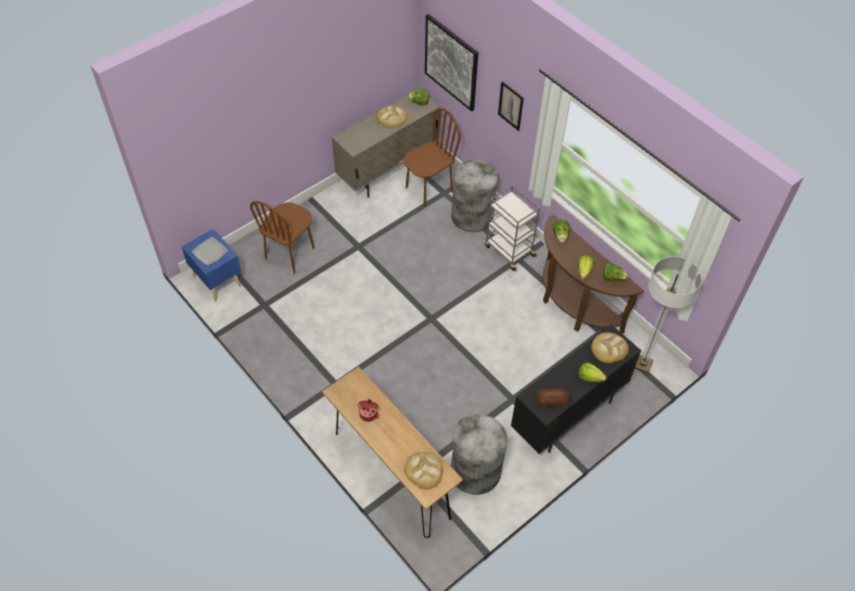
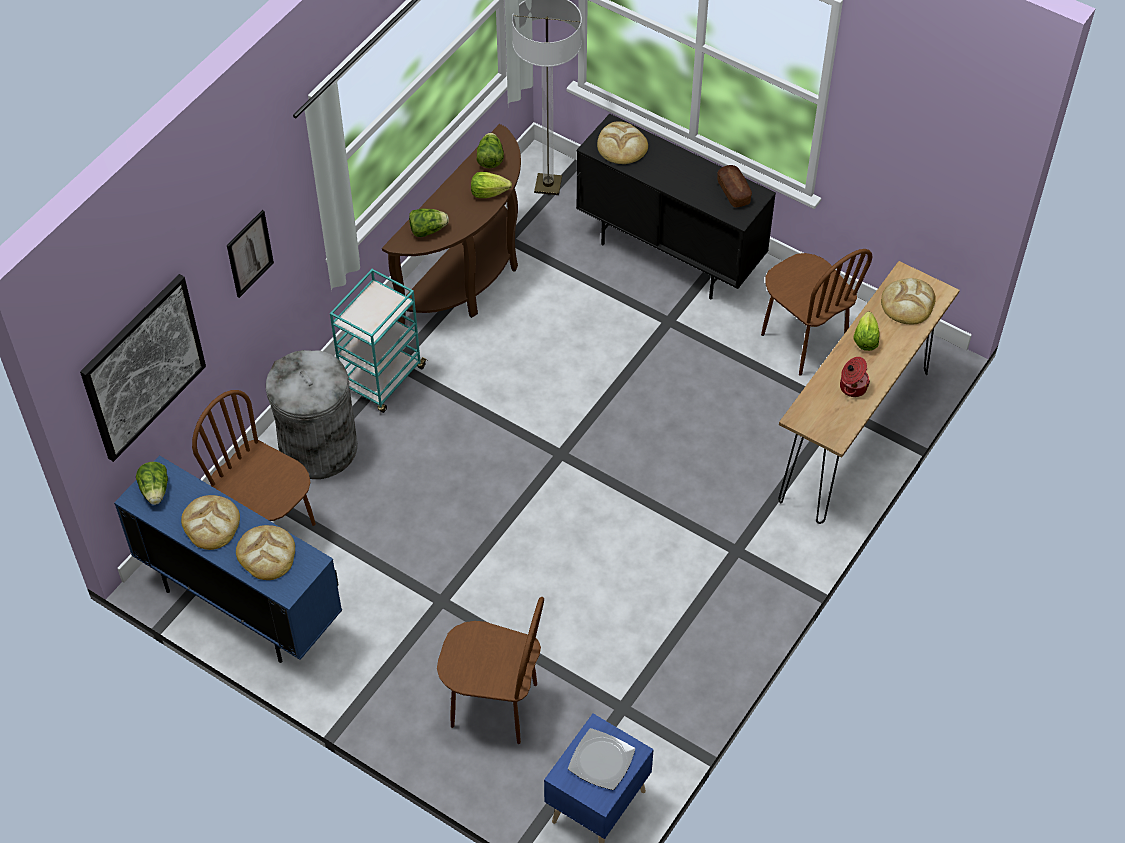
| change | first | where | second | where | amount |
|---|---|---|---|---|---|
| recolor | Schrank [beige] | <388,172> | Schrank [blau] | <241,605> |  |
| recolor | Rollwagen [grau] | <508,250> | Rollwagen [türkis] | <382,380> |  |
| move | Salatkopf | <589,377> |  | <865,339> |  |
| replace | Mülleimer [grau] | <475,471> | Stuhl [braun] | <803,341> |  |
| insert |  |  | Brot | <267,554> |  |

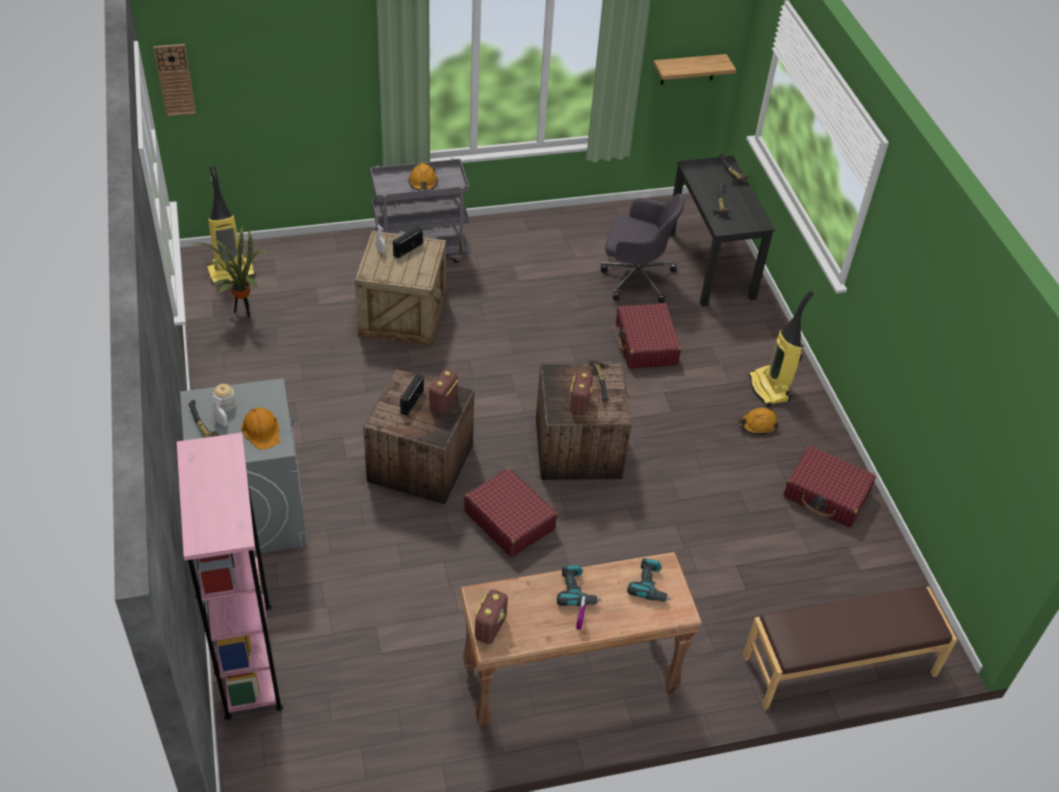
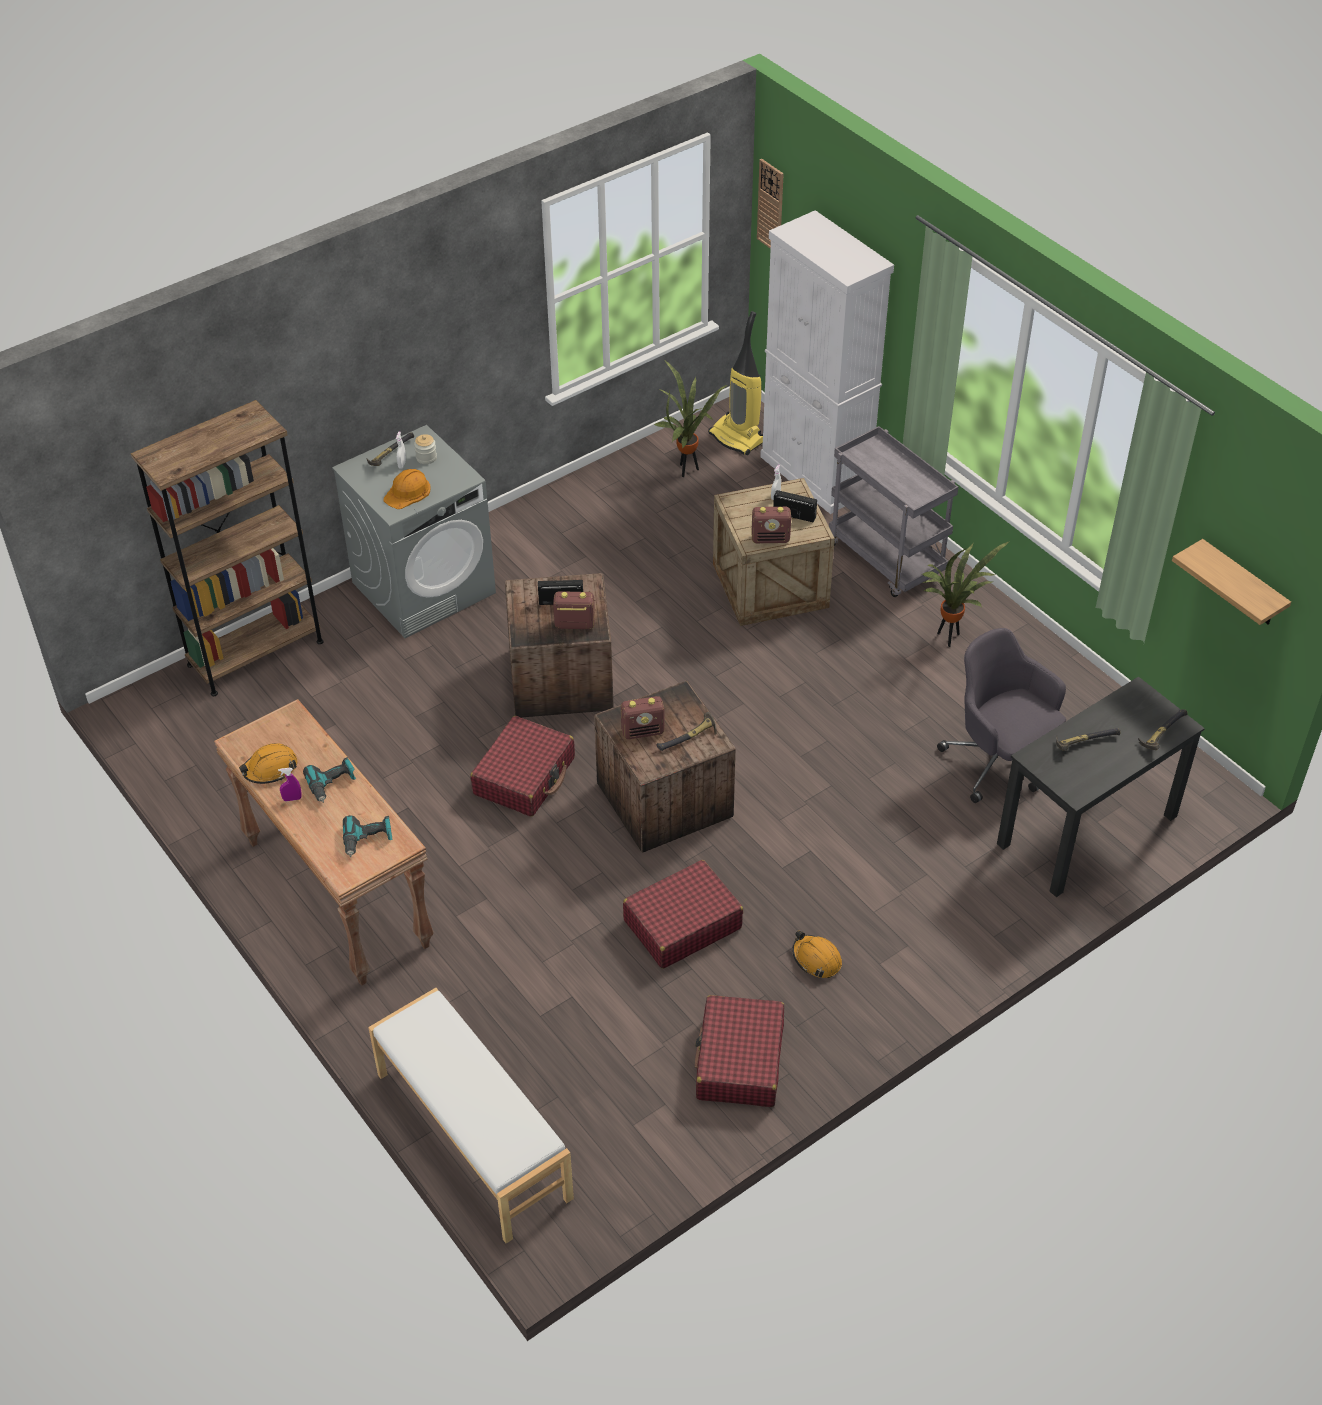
| change | first | where | second | where | amount |
|---|---|---|---|---|---|
| move | Schutzhelm [orange] | <423,182> |  | <270,769> |  |
| rotate | Bürostuhl [grau] | <635,277> |  | <999,762> | 150 degrees clockwise |
| delete | Staubsauger | <770,388> |  |  |  |
| move | Koffer [rot] | <645,344> |  | <682,924> |  |
| recolor | Bücherregal [rosa] | <248,660> | Bücherregal [braun] | <255,653> |  |
| recolor | Bank [braun] | <840,666> | Bank [weiß] | <472,1136> |  |
| move | Radio | <490,627> |  | <771,539> |  |
| insert |  |  | Schrank [weiß] | <815,474> |  |
| insert |  |  | Topfpflanze | <950,638> |  |

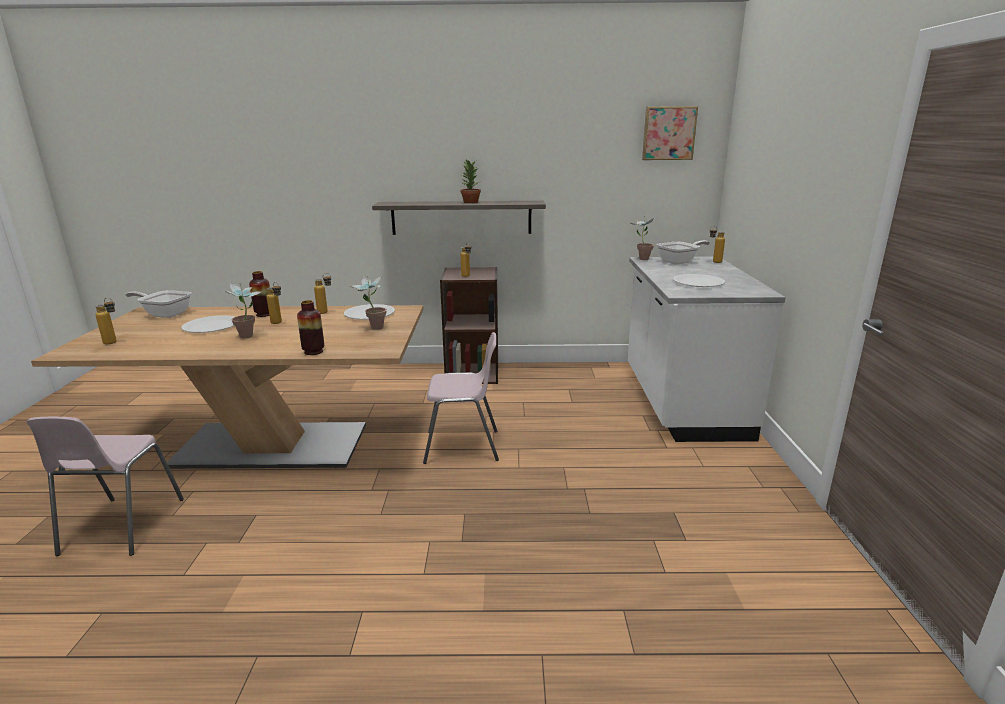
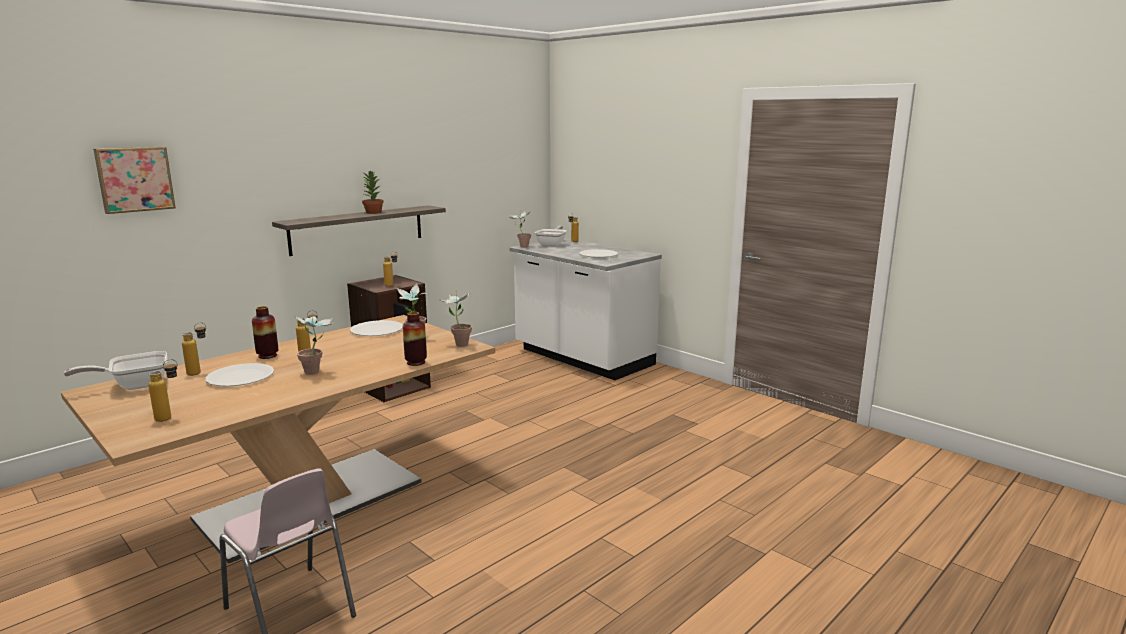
| change | first | where | second | where | amount |
|---|---|---|---|---|---|
| move | Bild | <668,133> |  | <134,179> |  |
| move | Flasche | <326,313> |  | <199,372> |  |
| delete | Stuhl [rosa] | <463,447> |  |  |  |
| insert |  |  | Topfpflanze | <458,343> |  |

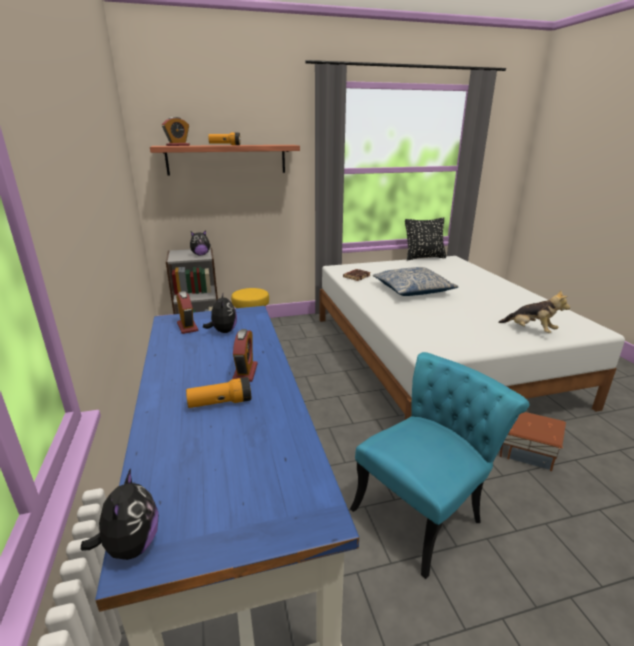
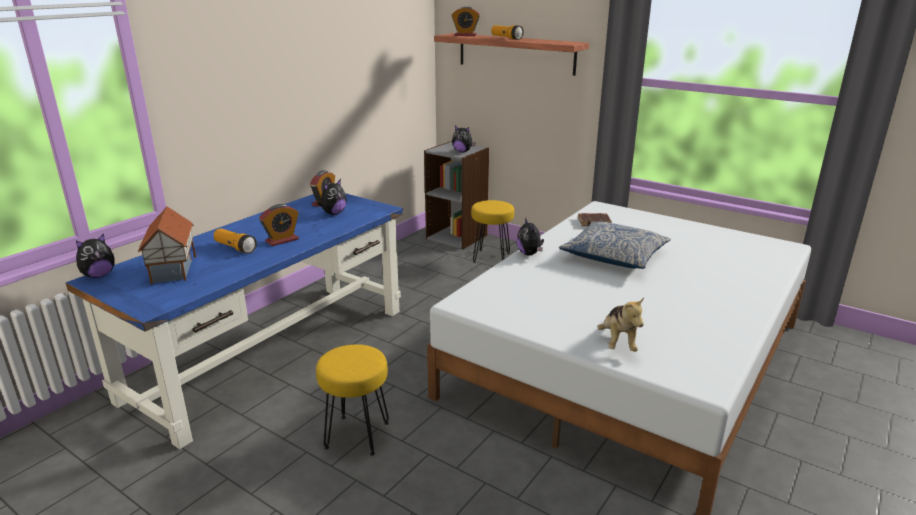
| change | first | where | second | where | amount |
|---|---|---|---|---|---|
| delete | Kissen [schwarz] | <424,257> |  |  |  |
| replace | Stuhl [türkis] | <424,509> | Hocker [gelb] | <357,435> |  |
| move | Spielzeughaus | <524,453> |  | <175,269> |  |
| insert |  |  | Plüschtier | <529,254> |  |

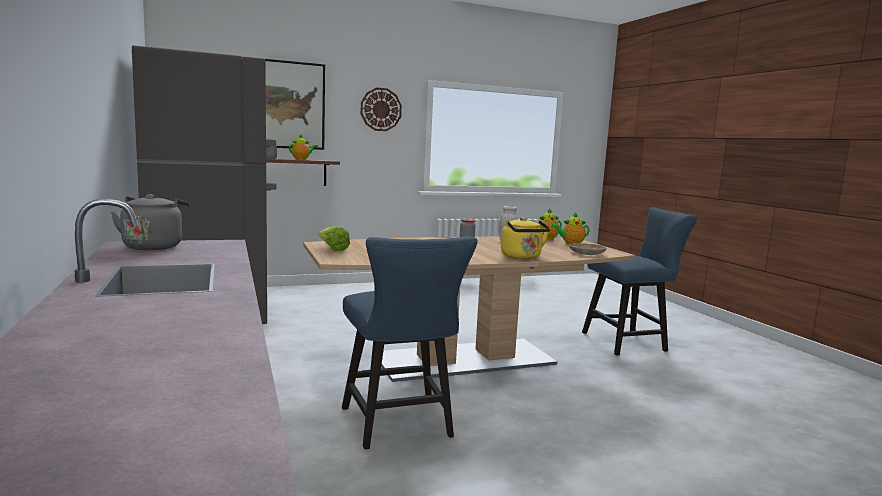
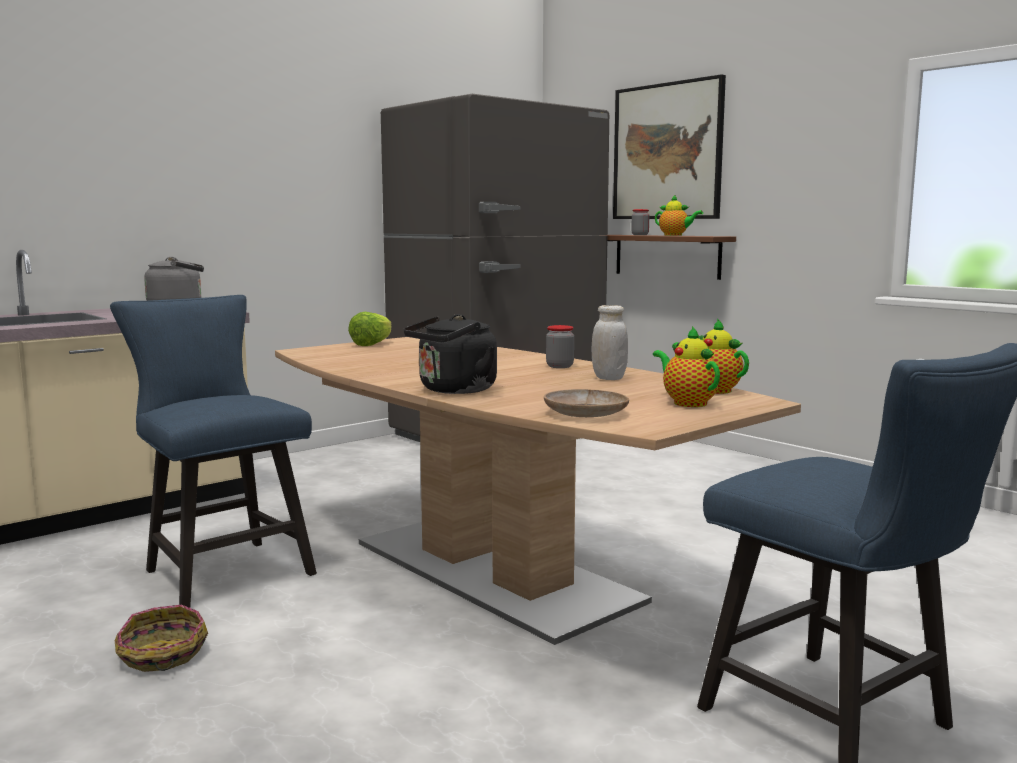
| change | first | where | second | where | amount |
|---|---|---|---|---|---|
| delete | Wanduhr | <381,109> |  |  |  |
| recolor | Wasserkessel [gelb] | <522,257> | Wasserkessel [schwarz] | <454,390> |  |
| rotate | Stuhl [blau] | <400,426> |  | <222,570> | 90 degrees clockwise |
| insert |  |  | Korb | <162,655> |  |

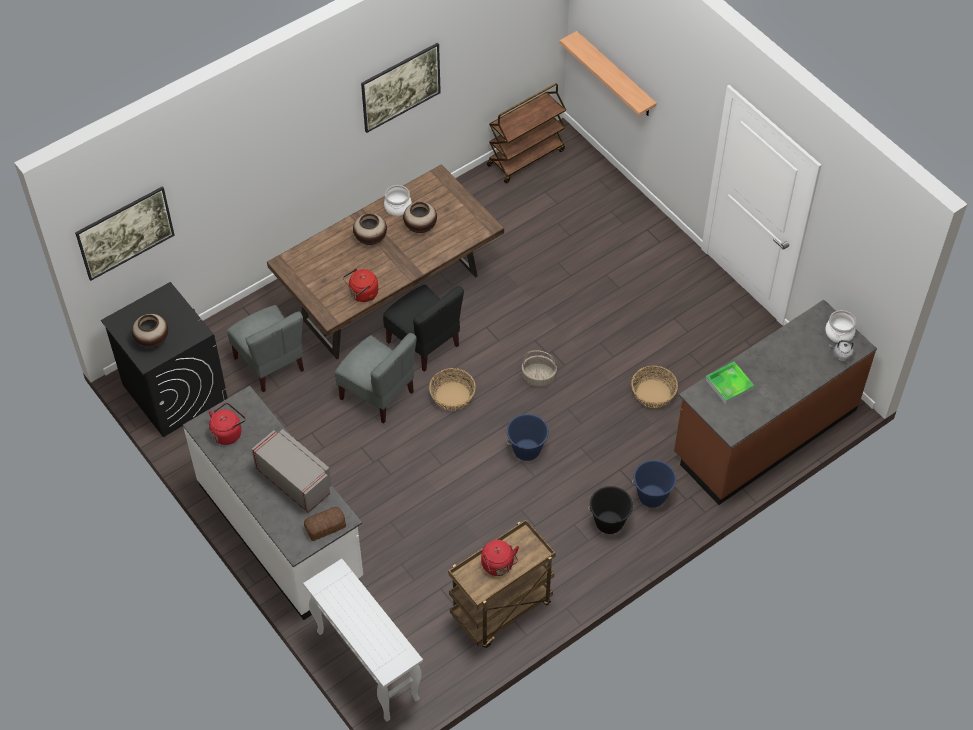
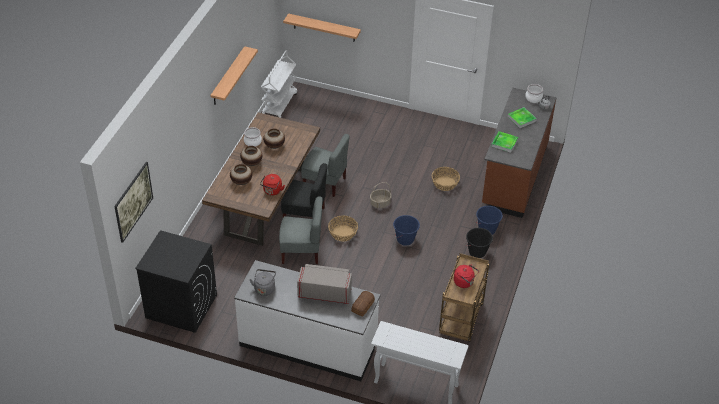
| change | first | where | second | where | amount |
|---|---|---|---|---|---|
| replace | Bild | <401,99> | Wandregal | <228,77> |  |
| recolor | Rollwagen [braun] | <526,157> | Rollwagen [weiß] | <279,104> |  |
| move | Stuhl [grau] | <270,364> |  | <325,183> |  |
| move | Vase | <153,340> |  | <241,182> |  |
| recolor | Wasserkessel [rot] | <228,432> | Wasserkessel [grau] | <264,288> |  |
| insert |  |  | Tablett | <521,119> |  |

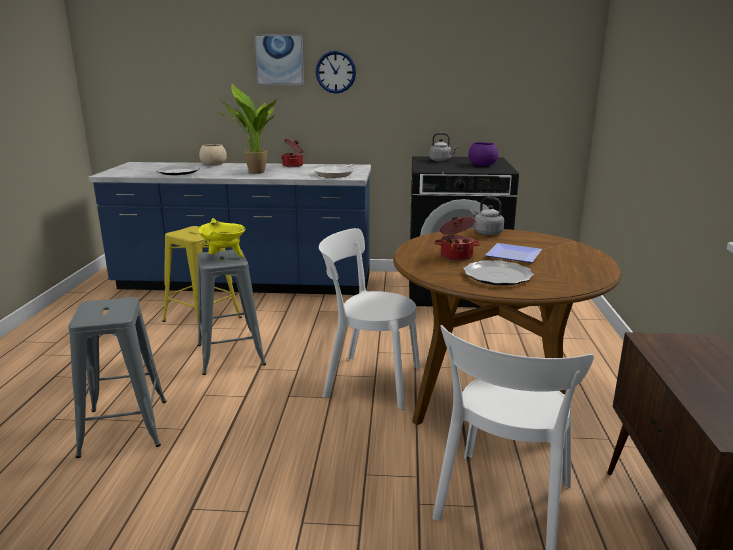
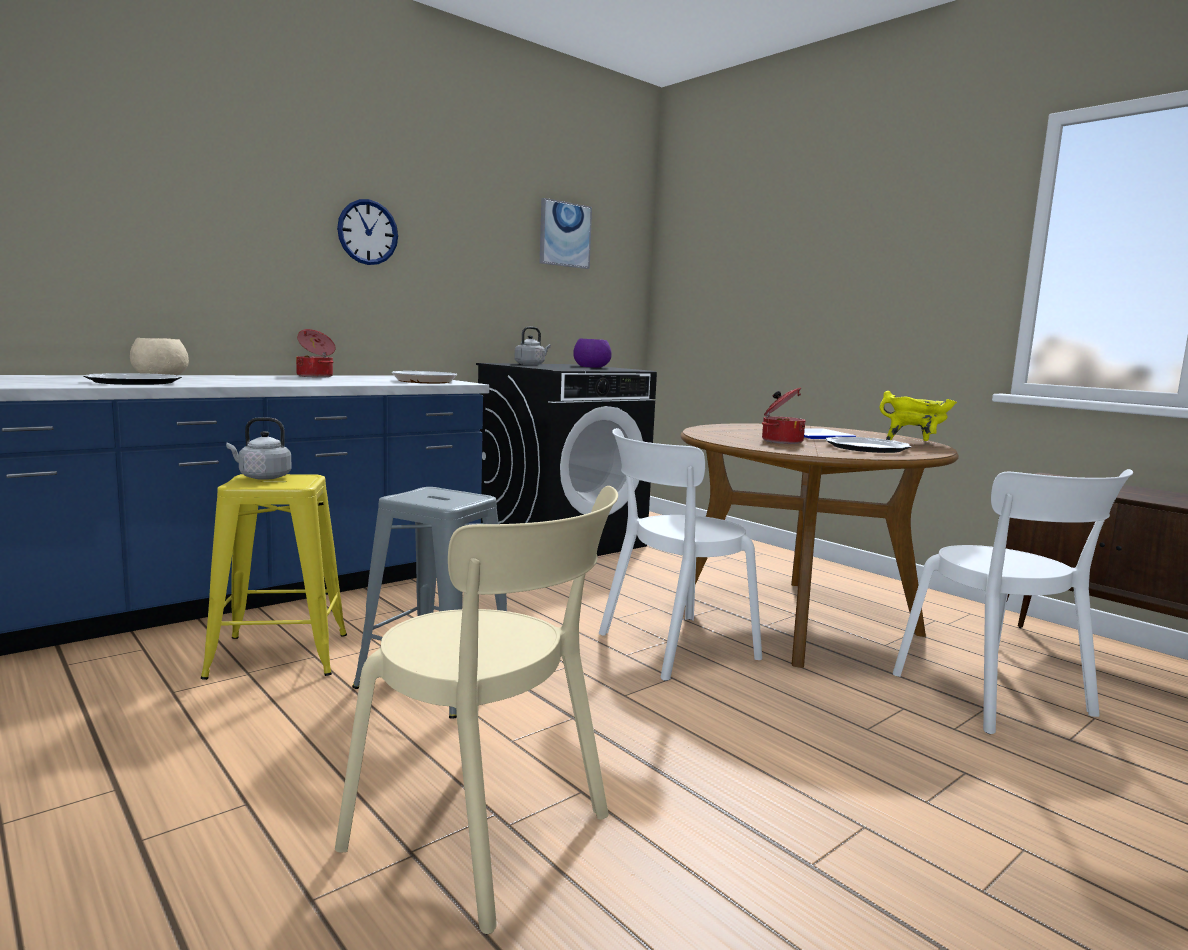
| change | first | where | second | where | amount |
|---|---|---|---|---|---|
| move | Bild | <279,60> |  | <564,234> |  |
| delete | Topfpflanze | <254,173> |  |  |  |
| move | Wasserkessel [grau] | <486,233> |  | <262,477> |  |
| move | Kochtopf [gelb] | <224,257> |  | <915,442> |  |
| replace | Hocker [grau] | <124,427> | Stuhl [beige] | <487,836> |  |

